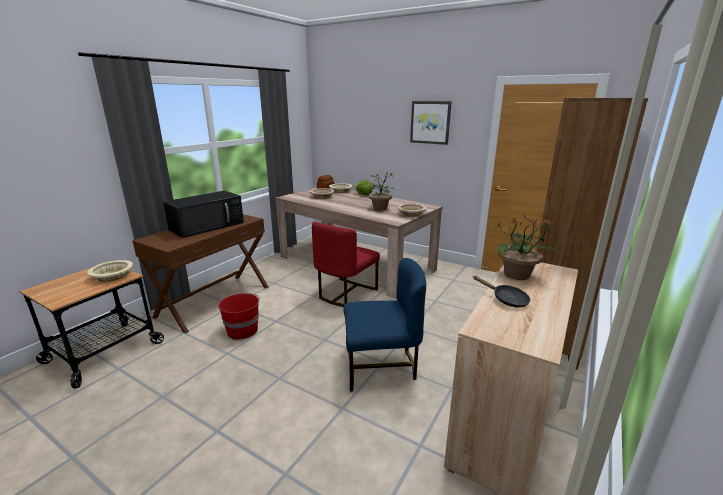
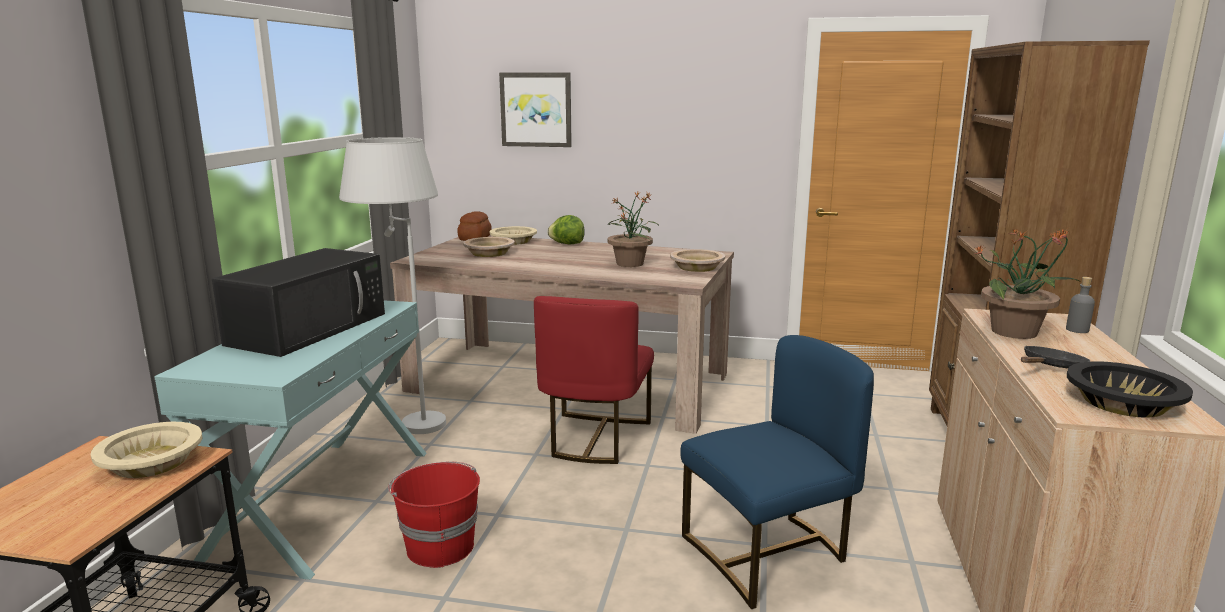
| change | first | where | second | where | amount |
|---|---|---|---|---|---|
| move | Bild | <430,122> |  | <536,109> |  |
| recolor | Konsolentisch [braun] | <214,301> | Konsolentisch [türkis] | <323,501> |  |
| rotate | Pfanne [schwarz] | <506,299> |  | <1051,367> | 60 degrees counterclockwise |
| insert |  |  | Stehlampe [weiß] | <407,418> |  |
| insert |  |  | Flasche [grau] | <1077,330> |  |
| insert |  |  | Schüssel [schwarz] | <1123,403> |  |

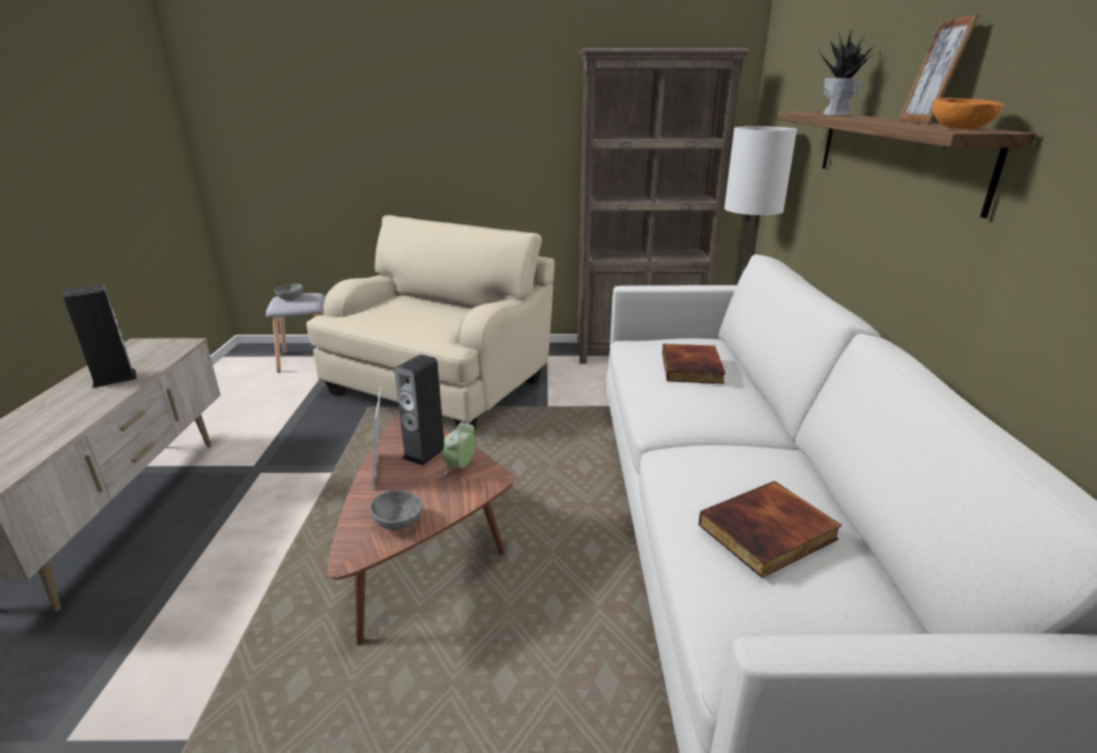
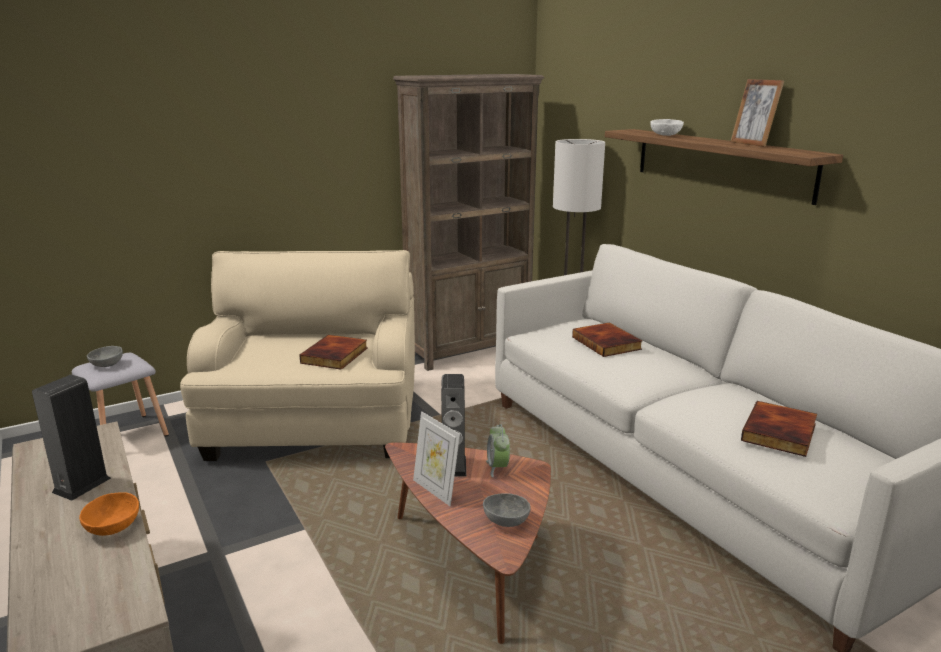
| change | first | where | second | where | amount |
|---|---|---|---|---|---|
| replace | Topfpflanze | <837,114> | Schüssel [weiß] | <666,135> |  |
| move | Schüssel [orange] | <962,129> |  | <114,527> |  |
| insert |  |  | Buch | <335,356> |  |

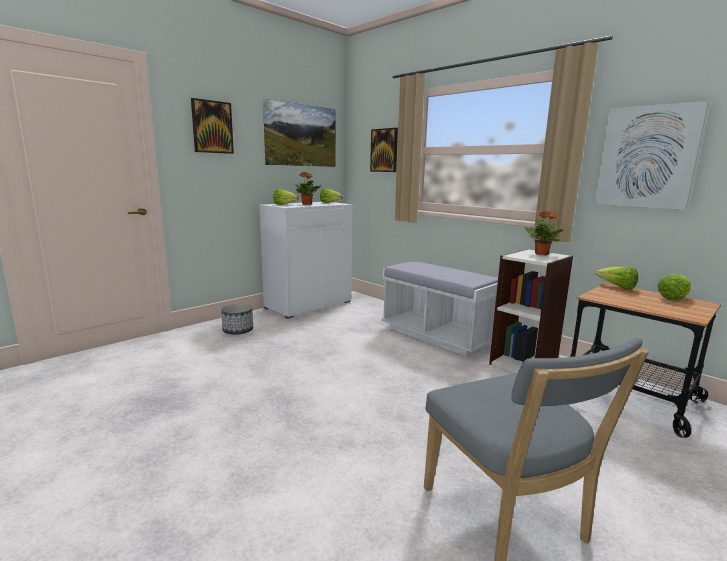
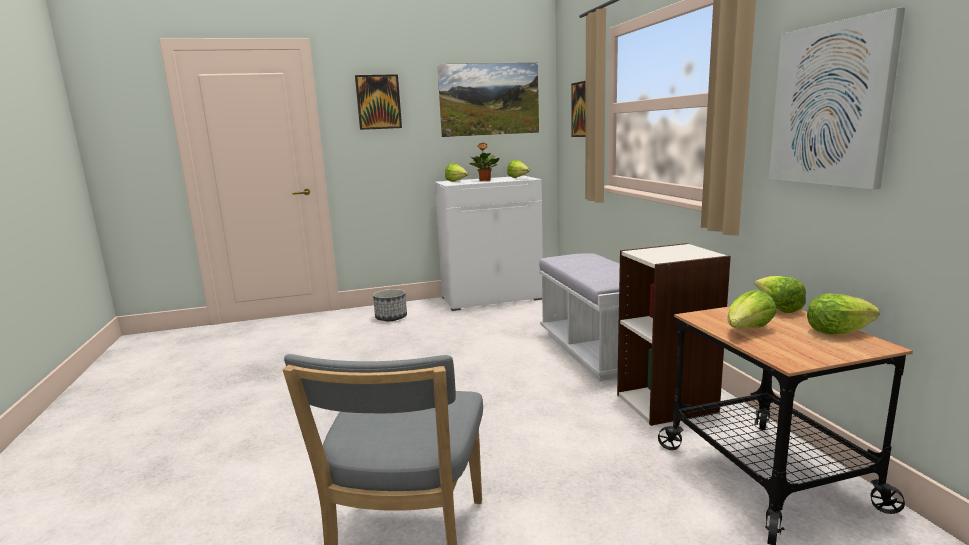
| change | first | where | second | where | amount |
|---|---|---|---|---|---|
| delete | Topfpflanze | <541,254> |  |  |  |
| insert |  |  | Salatkopf | <747,330> |  |

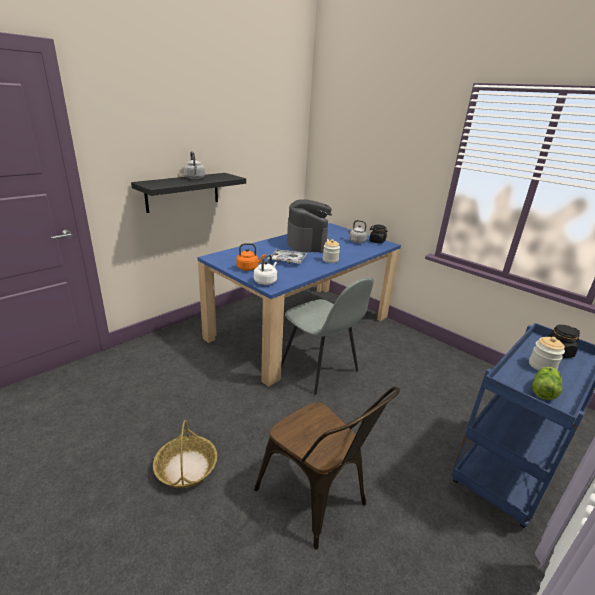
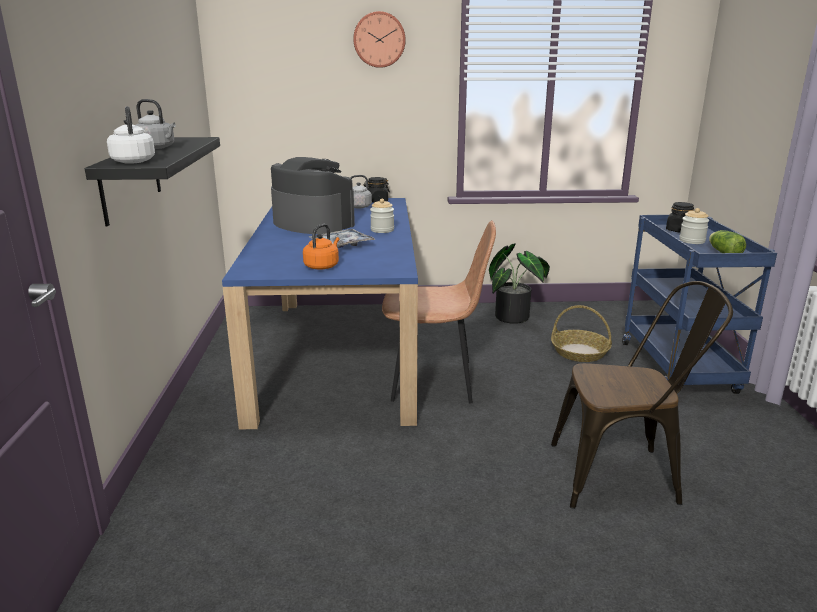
| change | first | where | second | where | amount |
|---|---|---|---|---|---|
| move | Wasserkessel [weiß] | <266,281> |  | <133,161> |  |
| recolor | Stuhl [grau] | <320,370> | Stuhl [braun] | <435,381> |  |
| move | Korb | <186,467> |  | <579,352> |  |
| insert |  |  | Wanduhr | <379,39> |  |
| insert |  |  | Topfpflanze | <516,317> |  |

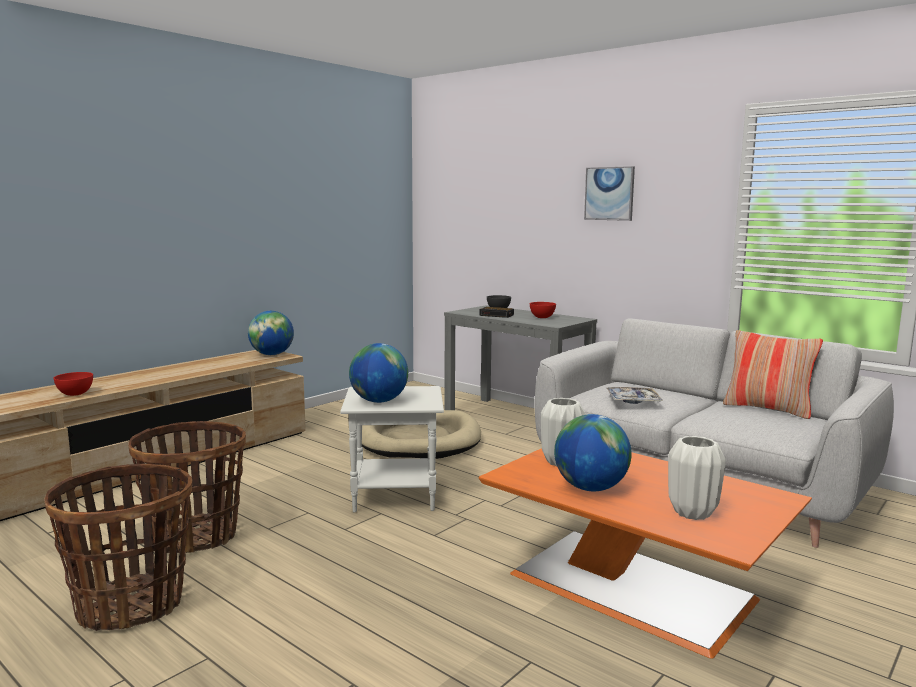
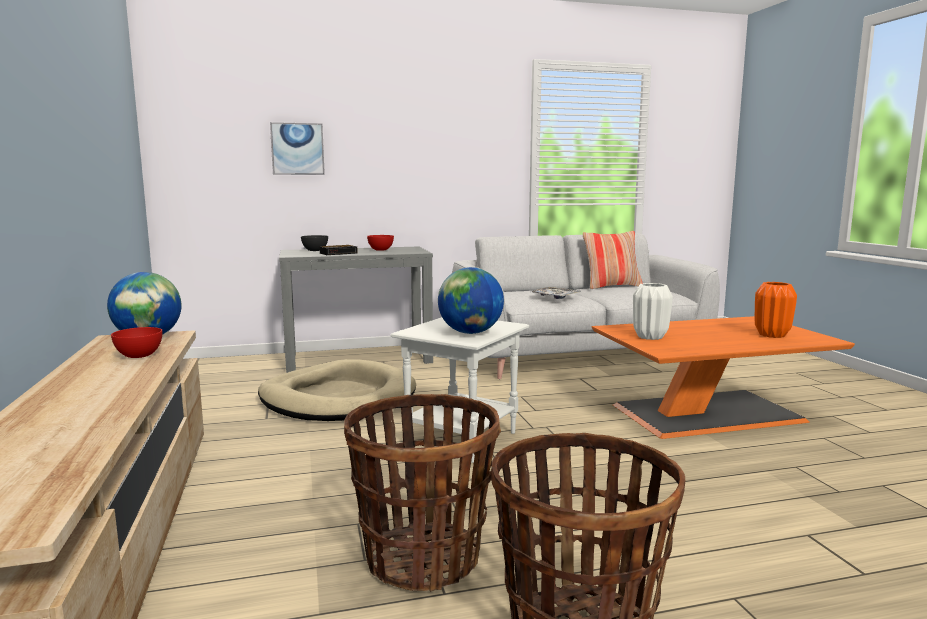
| change | first | where | second | where | amount |
|---|---|---|---|---|---|
| move | Bild | <609,193> |  | <297,149> |  |
| move | Schüssel [rot] | <75,394> |  | <139,356> |  |
| delete | Globus | <590,488> |  |  |  |
| recolor | Vase [weiß] | <692,513> | Vase [orange] | <772,335> |  |

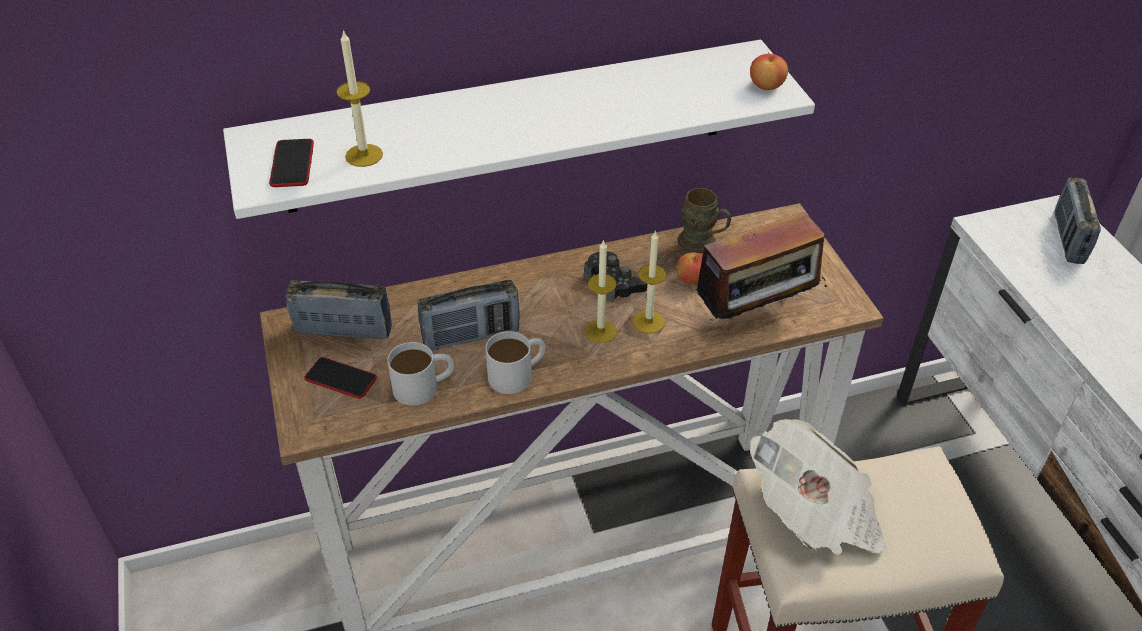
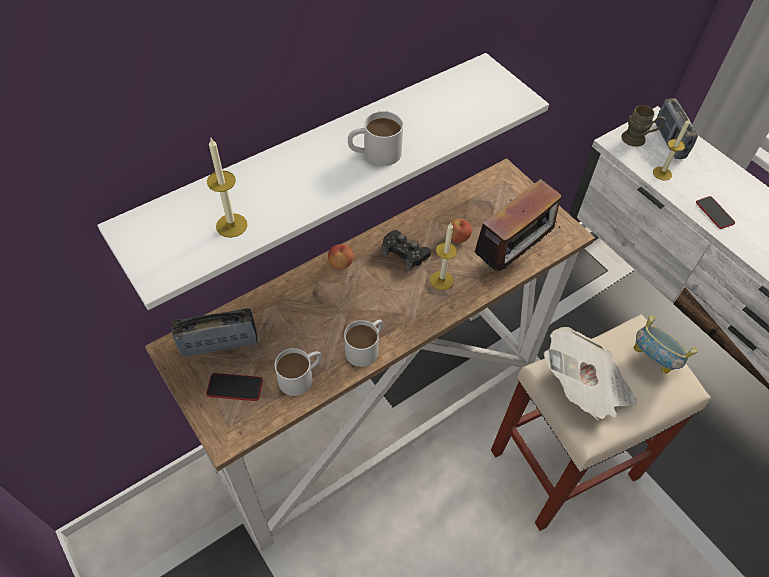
| change | first | where | second | where | amount |
|---|---|---|---|---|---|
| move | Apfel | <766,86> |  | <340,263> |  |
| move | Handy | <292,164> |  | <714,213> |  |
| move | Henkelbecher [braun] | <703,244> |  | <638,139> |  |
| move | Kerze | <600,331> |  | <662,173> |  |
| delete | Radio | <471,336> |  |  |  |
| insert |  |  | Henkelbecher [weiß] | <374,153> |  |
| insert |  |  | Schüssel | <653,359> |  |

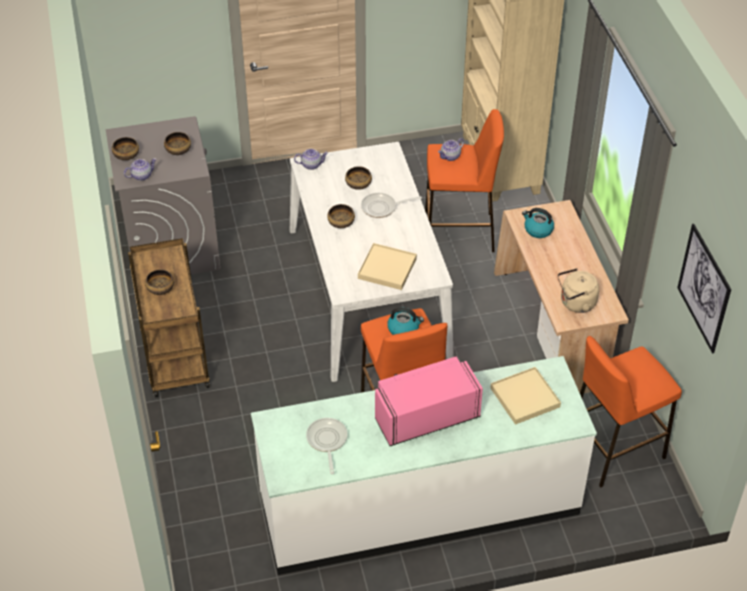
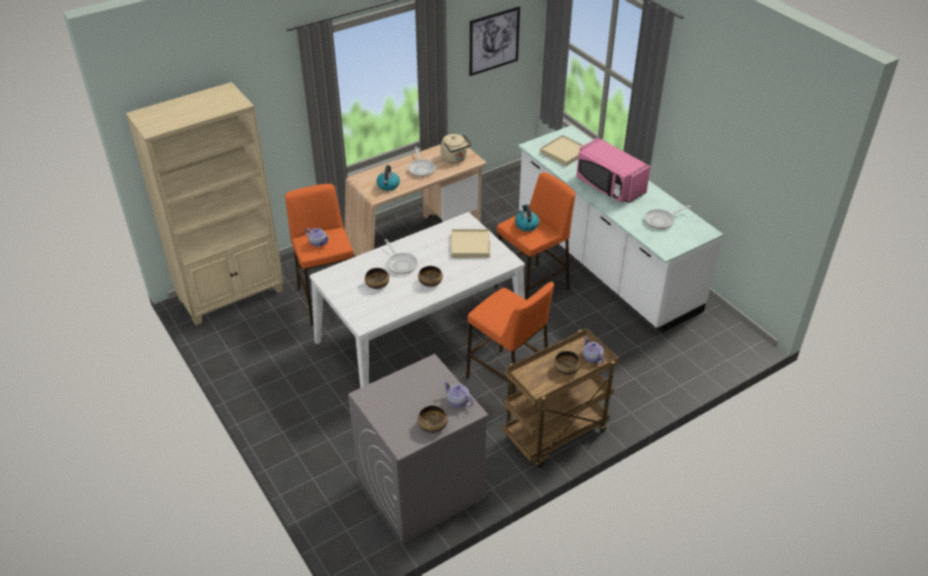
| change | first | where | second | where | amount |
|---|---|---|---|---|---|
| delete | Schüssel | <178,149> |  |  |  |
| move | Teekanne | <311,165> |  | <592,358> |  |
| move | Hocker [orange] | <614,449> |  | <508,379> |  |
| insert |  |  | Pfanne | <421,168> |  |

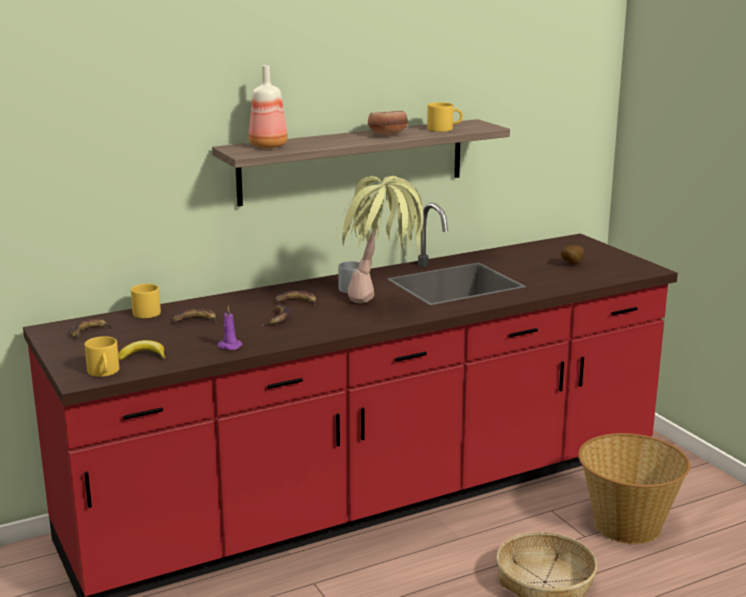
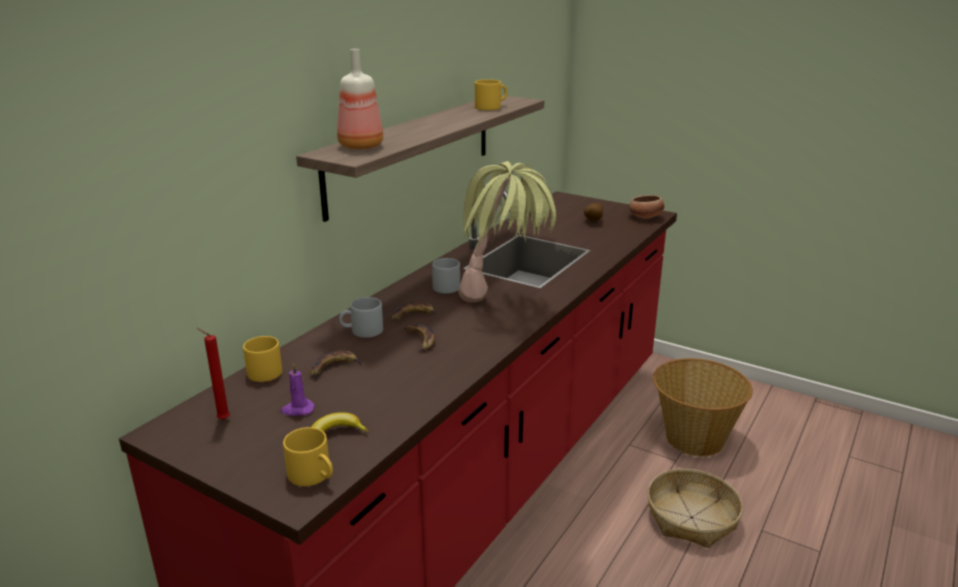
| change | first | where | second | where | amount |
|---|---|---|---|---|---|
| move | Schüssel | <387,135> |  | <645,217> |  |
| move | Kerze [lila] | <229,346> |  | <297,409> |  |
| replace | Banane | <89,331> | Kerze [rot] | <221,419> |  |
| insert |  |  | Henkelbecher [grau] | <362,331> |  |

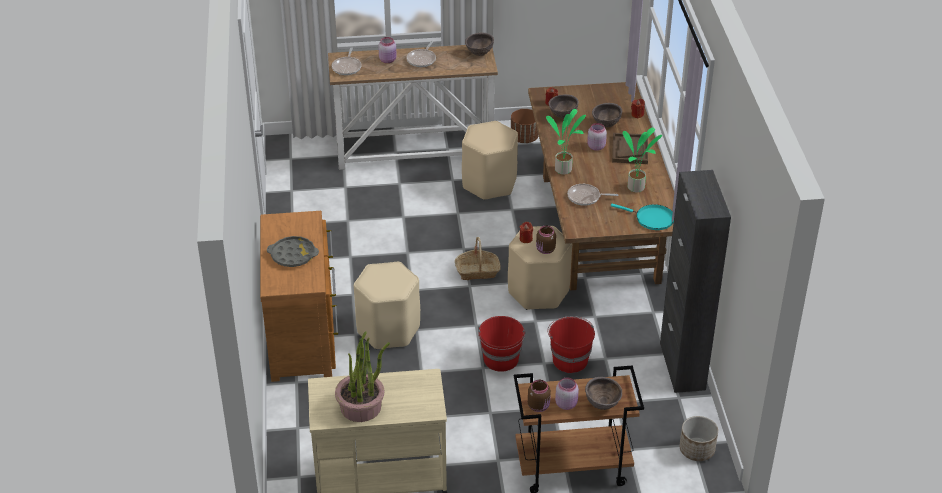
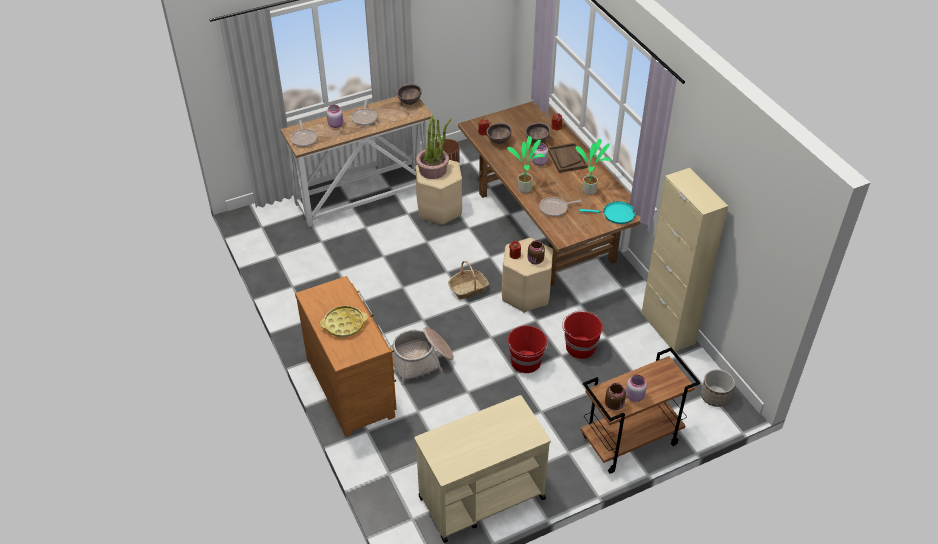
| change | first | where | second | where | amount |
|---|---|---|---|---|---|
| recolor | Schrank [schwarz] | <682,366> | Schrank [beige] | <668,328> |  |
| recolor | Tablett [grau] | <293,255> | Tablett [gelb] | <344,324> |  |
| replace | Hocker [beige] | <388,330> | Korb | <421,361> |  |
| move | Topfpflanze | <361,407> |  | <433,170> |  |
| delete | Schüssel [braun] | <602,405> |  |  |  |

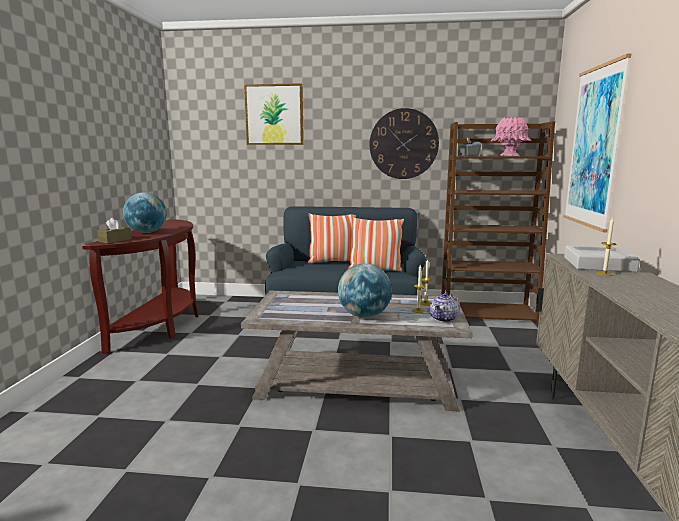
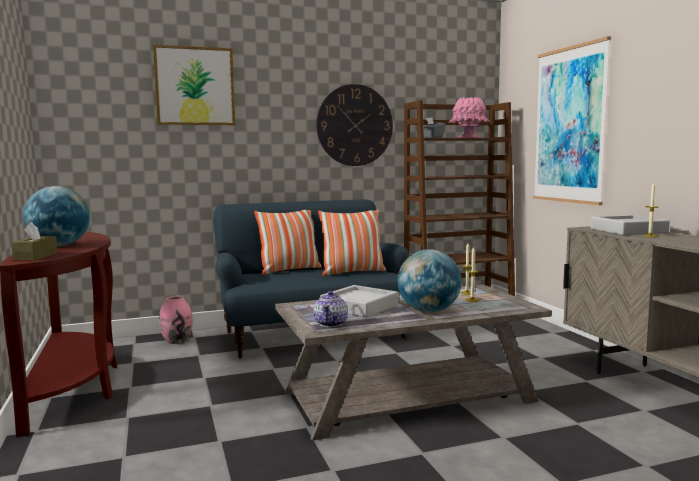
| change | first | where | second | where | amount |
|---|---|---|---|---|---|
| move | Teekanne | <443,319> |  | <331,323> |  |
| insert |  |  | Tablett [grau] | <359,307> |  |
| insert |  |  | Vase [rosa] | <177,341> |  |

